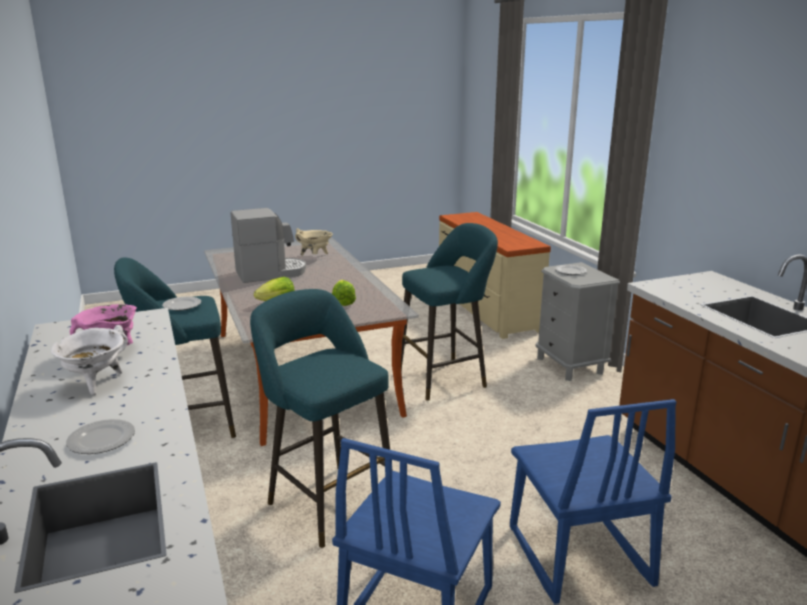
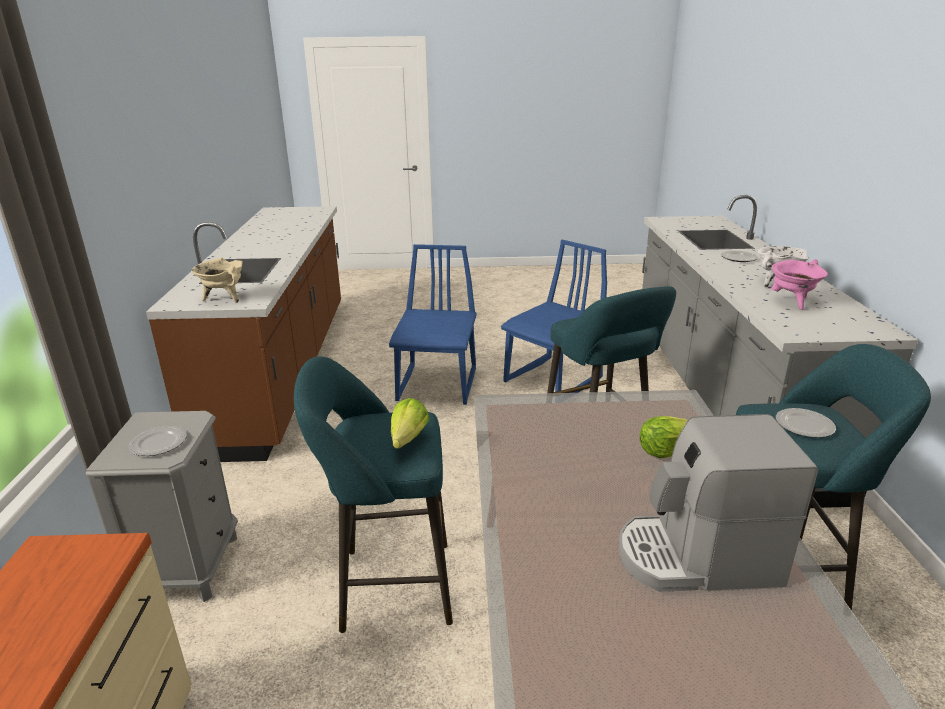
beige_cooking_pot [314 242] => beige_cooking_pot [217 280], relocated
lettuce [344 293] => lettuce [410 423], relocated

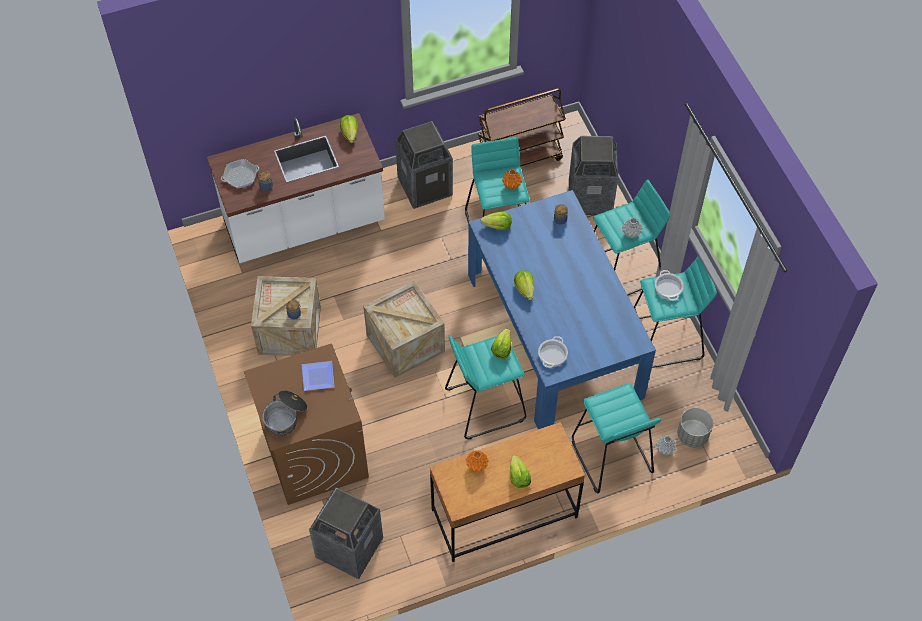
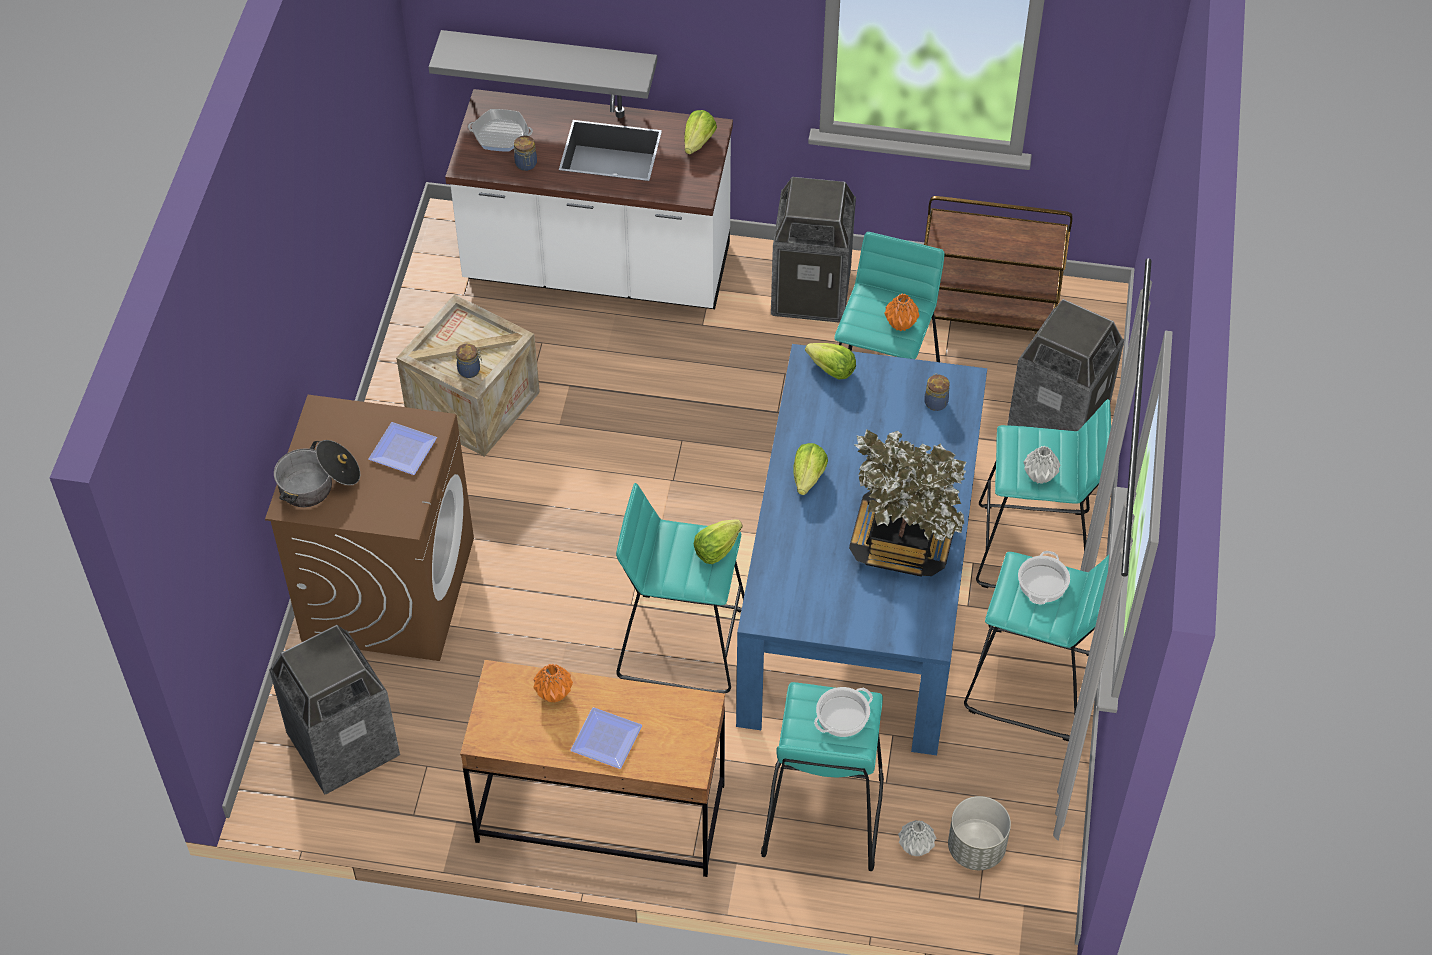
crate [404 329] => nothing
nothing => grey_shelf [543 64]
nothing => potted_plant [908 503]
cooking_pot [553 352] => cooking_pot [843 712], relocated
lettuce [520 471] => plate [606 738]

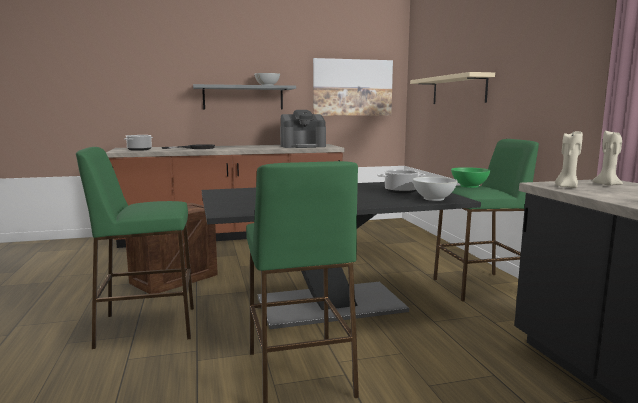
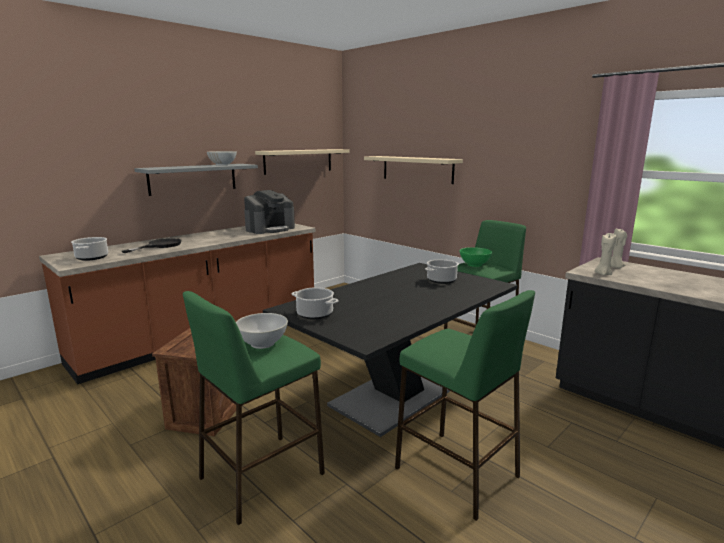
nothing => cooking_pot [315 303]
white_bowl [435 189] => white_bowl [262 331], relocated
picture [353 87] => beige_shelf [302 162]

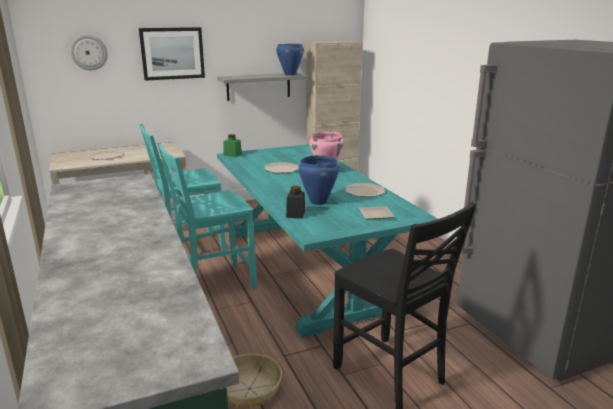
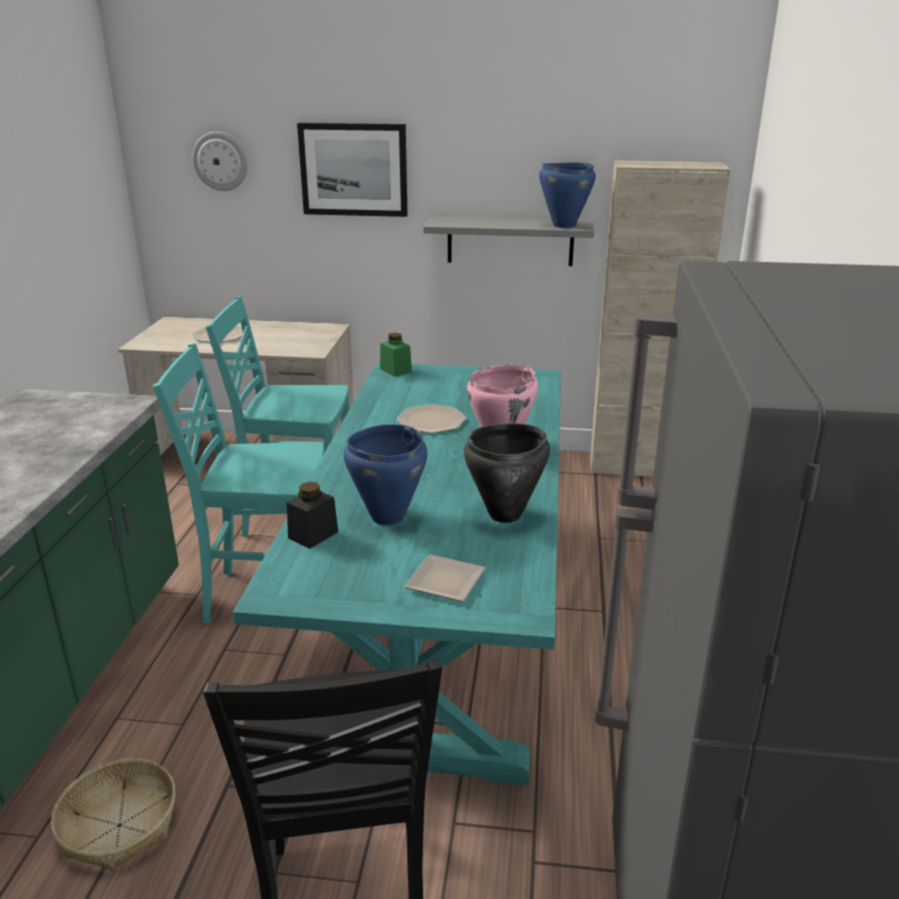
plate [365 190] => black_cooking_pot [507 473]

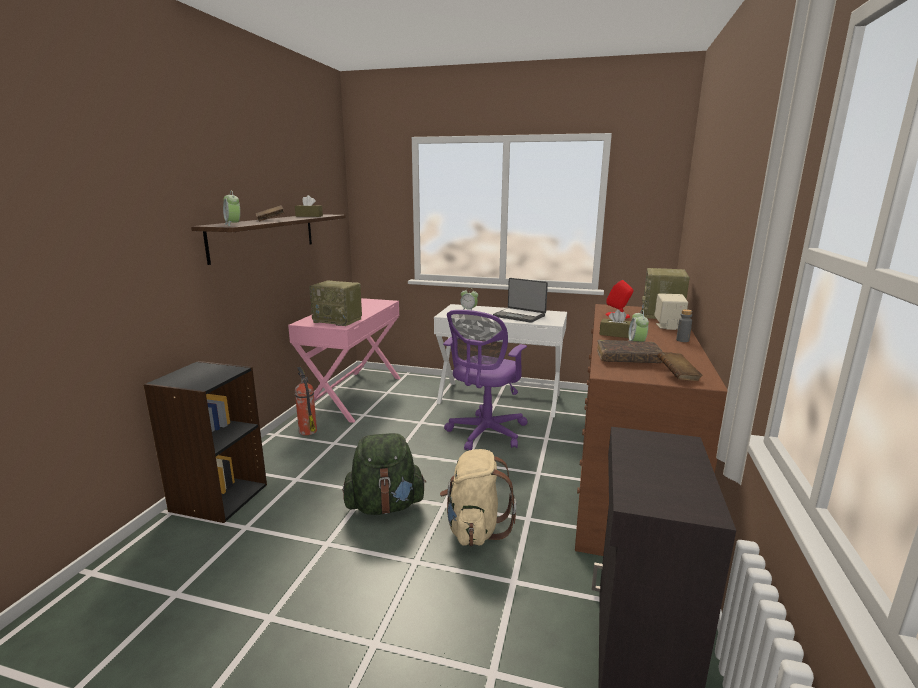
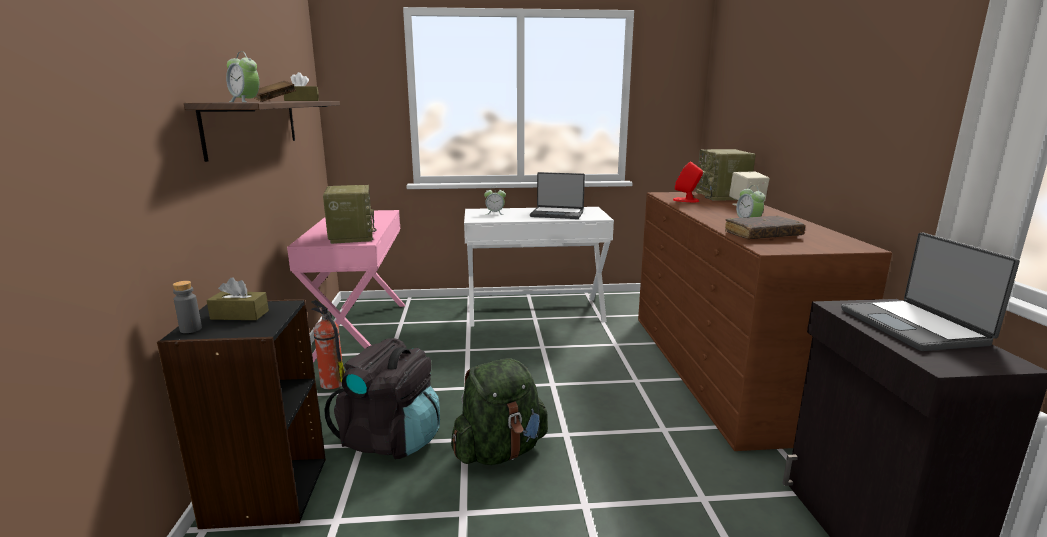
beige_backpack [478 497] => nothing
purple_office_chair [485 380] => nothing
brown_book [680 366] => nothing
nothing => black_backpack [382 398]
nothing => laptop [930 292]
brown_tissue_box [615 323] => brown_tissue_box [238 298], relocated
grey_bottle [684 325] => grey_bottle [187 307], relocated
radio [335 303] => radio [350 214], 105 degrees counterclockwise

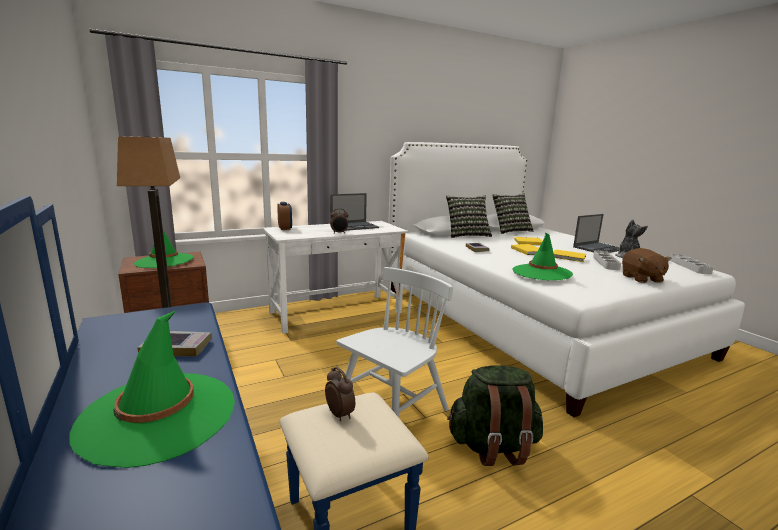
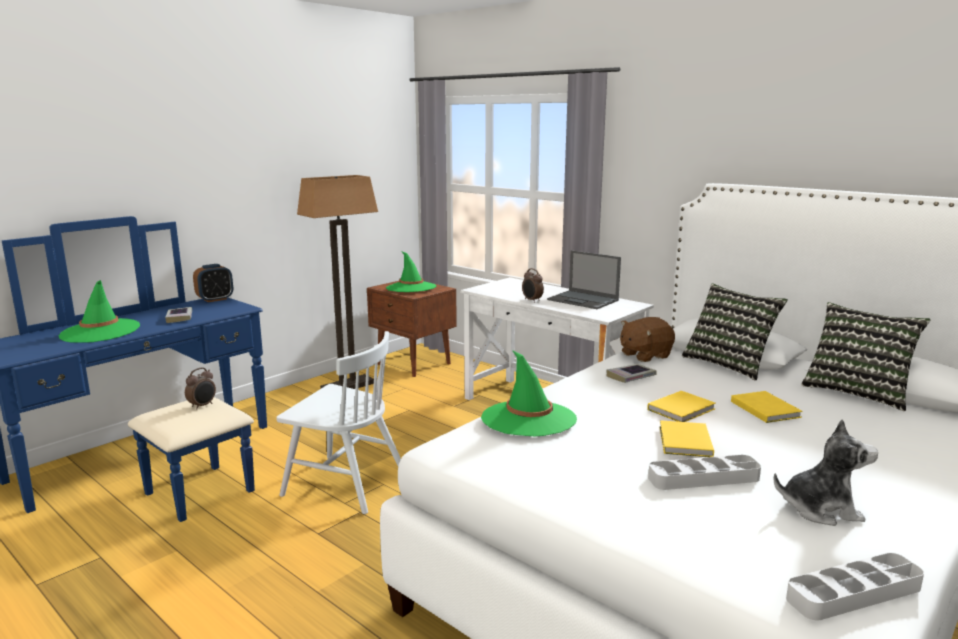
green_backpack [495 415] => nothing
laptop [596 233] => nothing
alarm_clock [284 216] => alarm_clock [213 283], relocated
brown_plush_toy [647 265] => brown_plush_toy [647 339], relocated

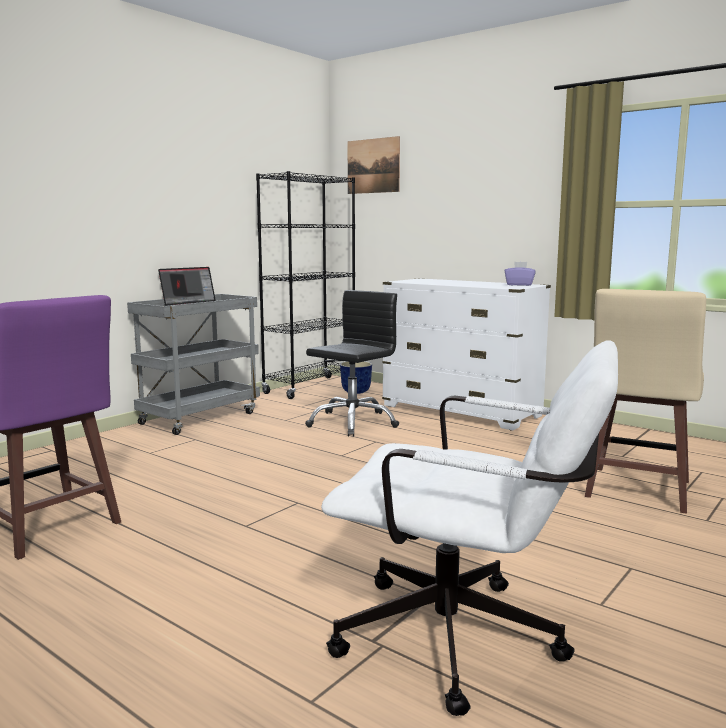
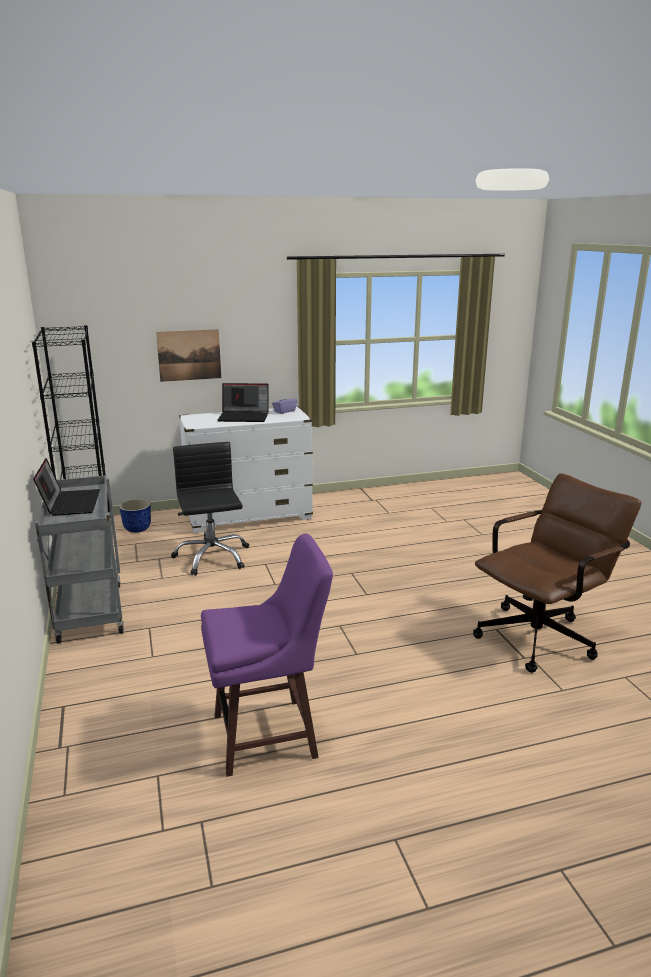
beige_stool [645 401] => nothing
nothing => laptop [243 402]
picture [374 165] => picture [188 355], relocated
white_office_chair [469 528] => brown_office_chair [557 573]

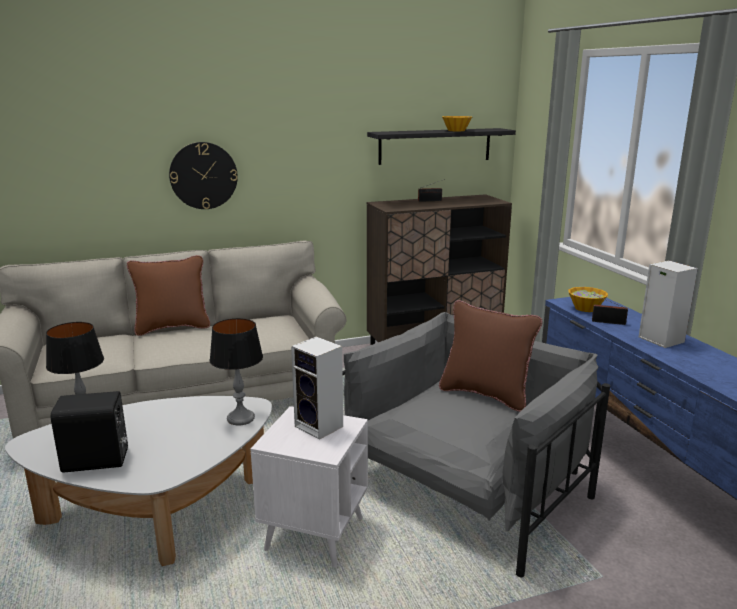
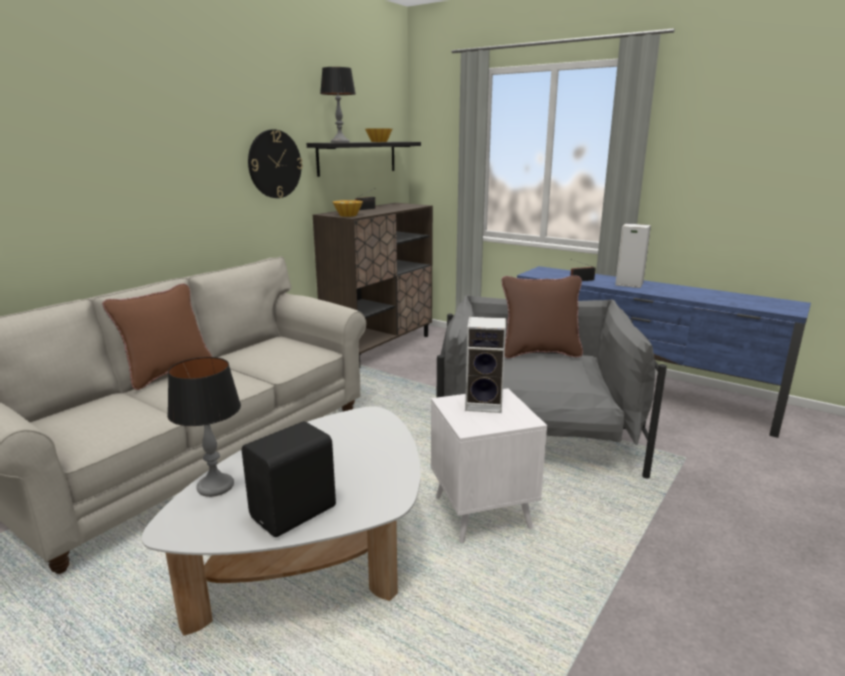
wall_clock [203 175] => wall_clock [275 163], relocated
table_lamp [236 371] => table_lamp [337 105], relocated
bowl [588 299] => bowl [348 208], relocated

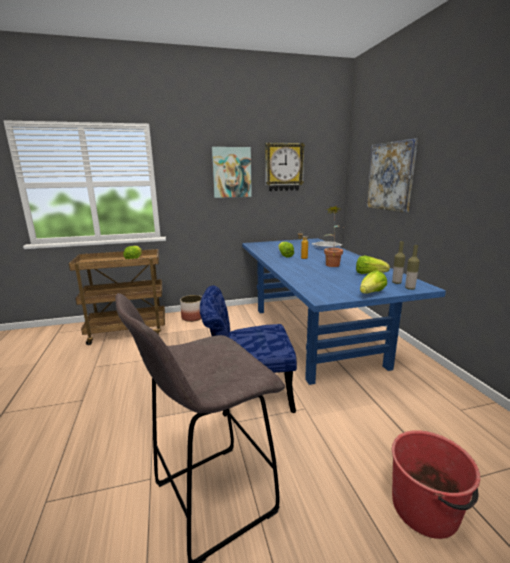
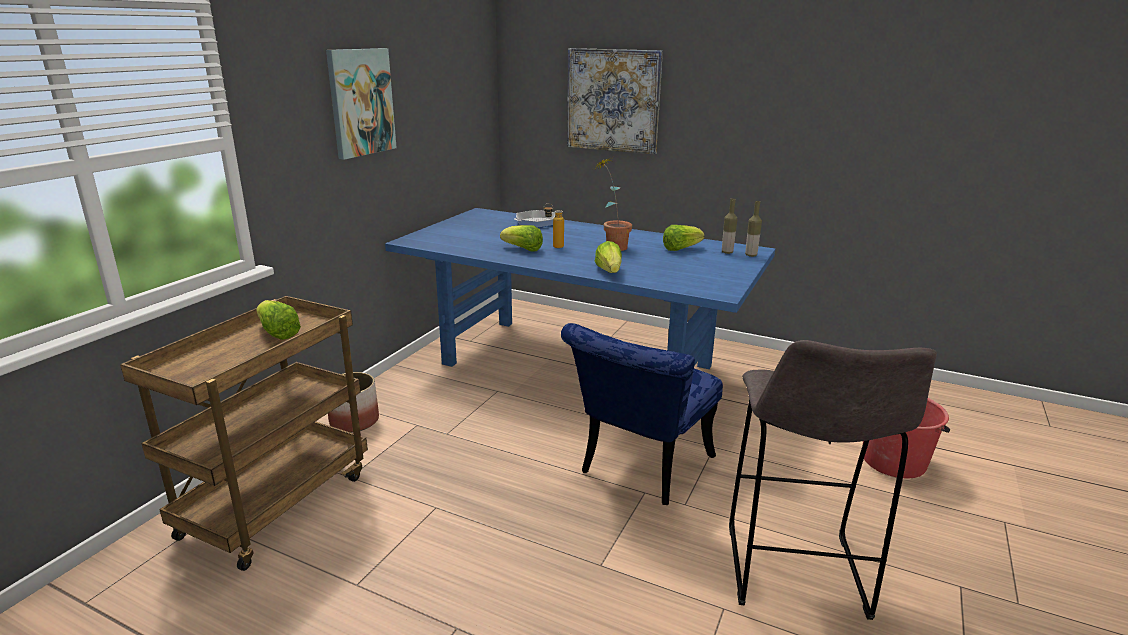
wall_clock [285 166] => nothing
lettuce [373 282] => lettuce [608 257], relocated

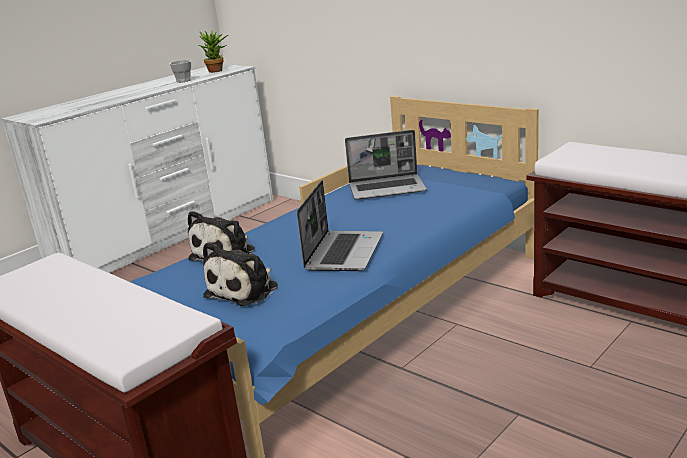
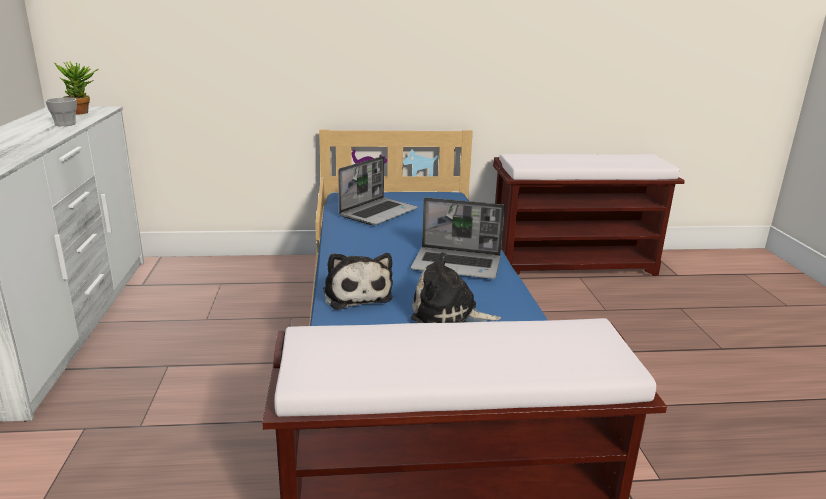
plush_toy [240 274] => plush_toy [456 287], 120 degrees clockwise
laptop [340 225] => laptop [458 238], 135 degrees clockwise

